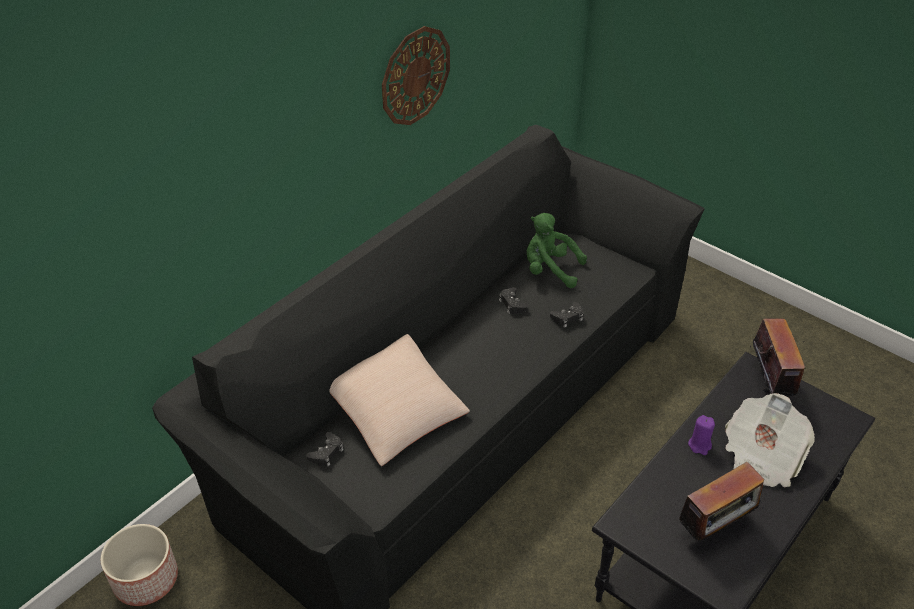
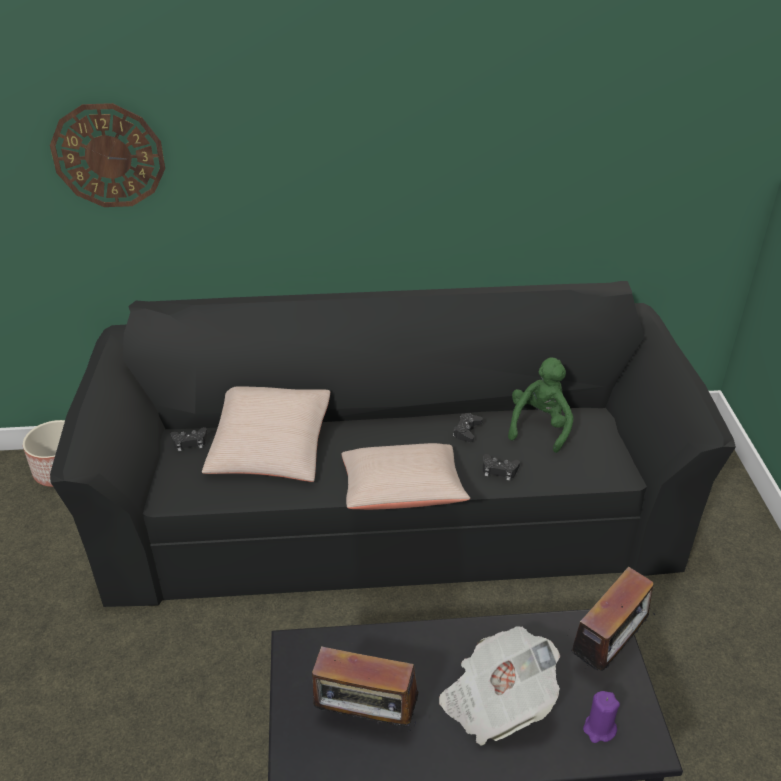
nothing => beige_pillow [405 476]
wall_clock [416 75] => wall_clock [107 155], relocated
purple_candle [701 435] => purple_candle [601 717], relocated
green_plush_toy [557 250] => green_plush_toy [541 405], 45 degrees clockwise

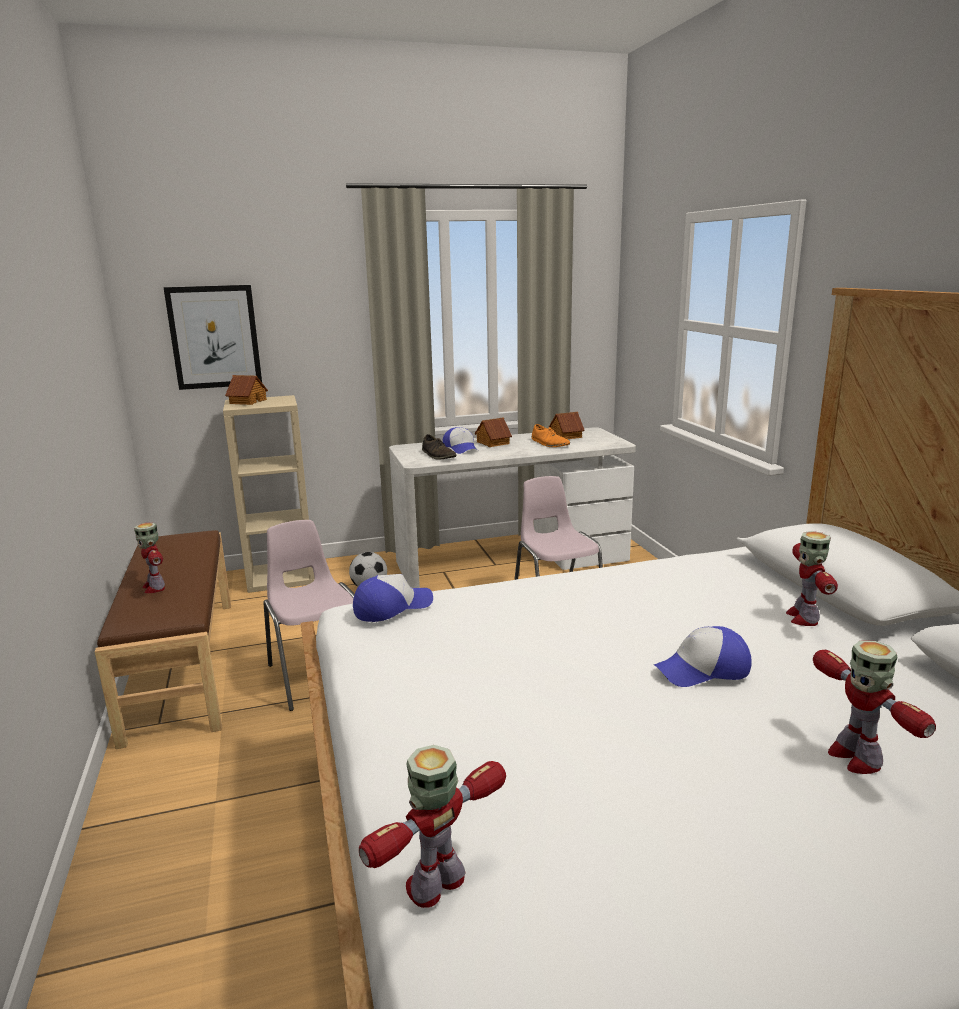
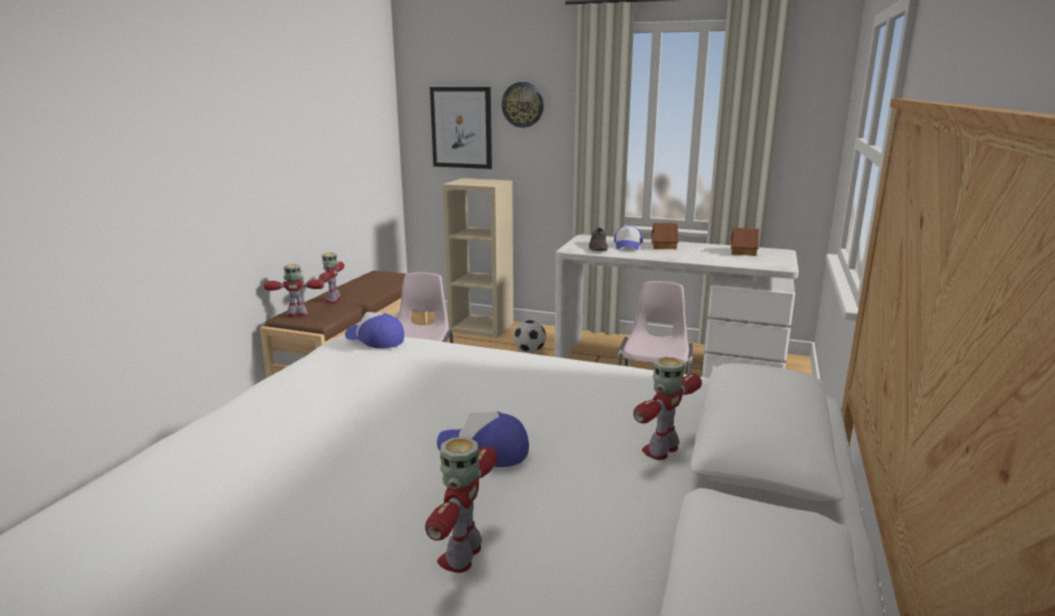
toy_house [246 390] => nothing
orange_shoe [551 435] => nothing
nothing => wall_clock [523 105]
toy_robot [432 826] => toy_robot [294 290], relocated
cap [393 598] => cap [374 330], 150 degrees counterclockwise

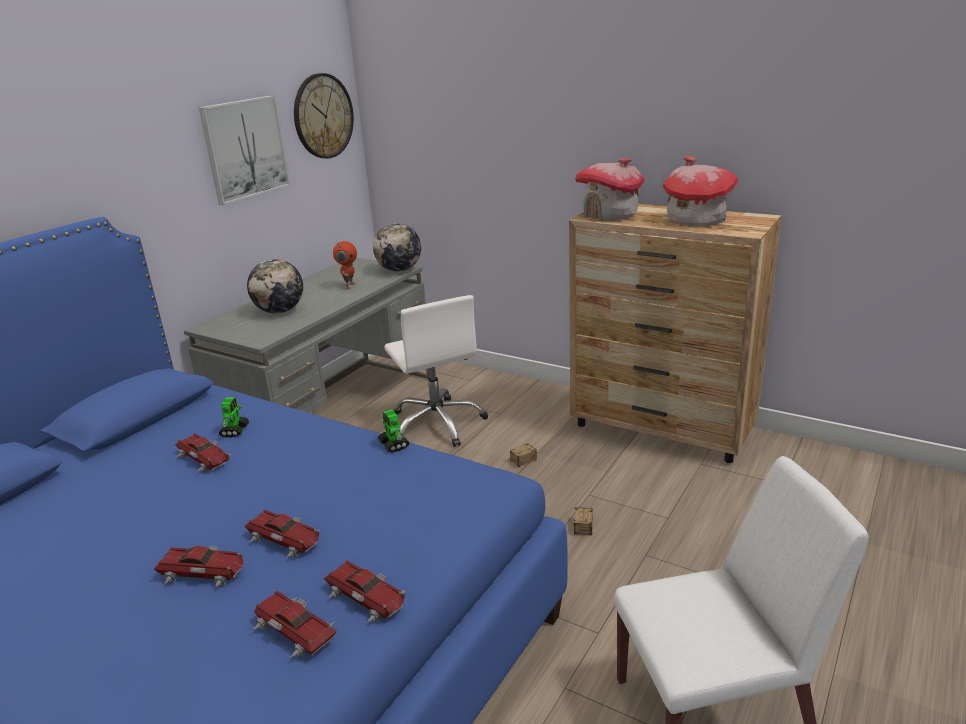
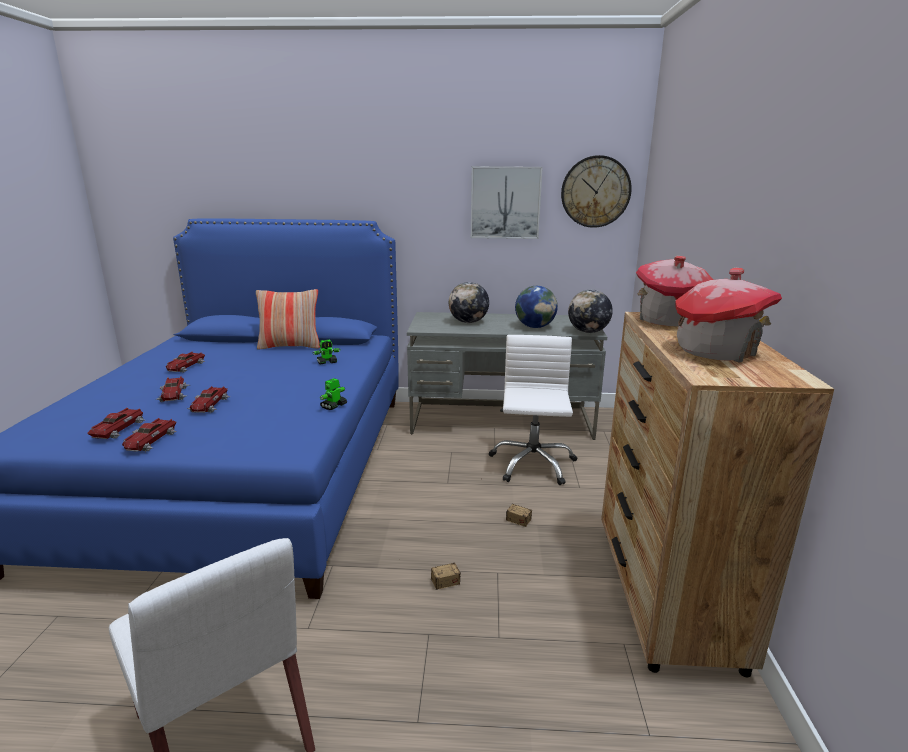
nothing => pillow [288 319]
toy_car [204 452] => toy_car [185 362], relocated
toy_robot [345 265] => globe [536 307]
white_office_chair [436 371] => white_office_chair [532 410], 150 degrees clockwise

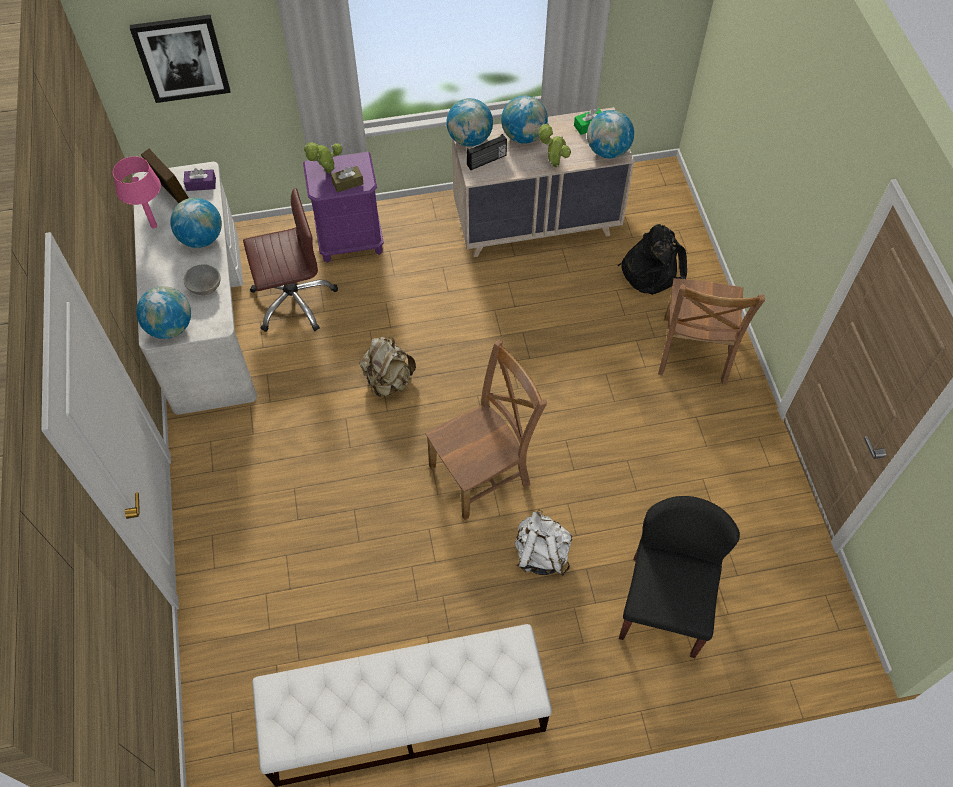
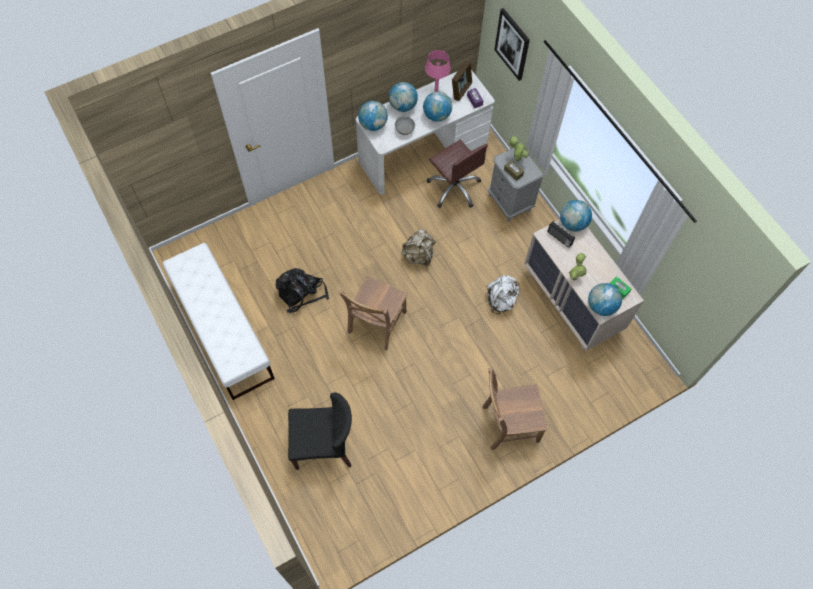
globe [524 119] => globe [403 97], relocated
white_backpack [543 543] => white_backpack [503 294], relocated
black_backpack [652 259] => black_backpack [302 290], relocated
purple_nightstand [343 207] => grey_nightstand [516 185]
brown_chair [486 429] => brown_chair [372 313], 75 degrees clockwise

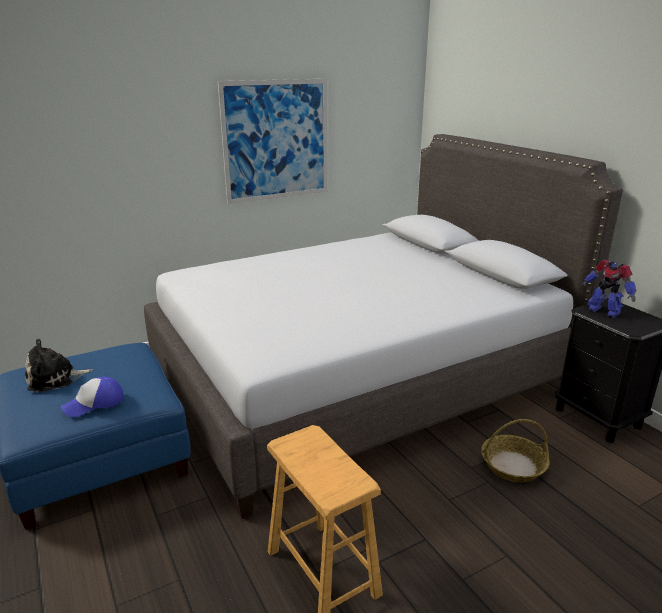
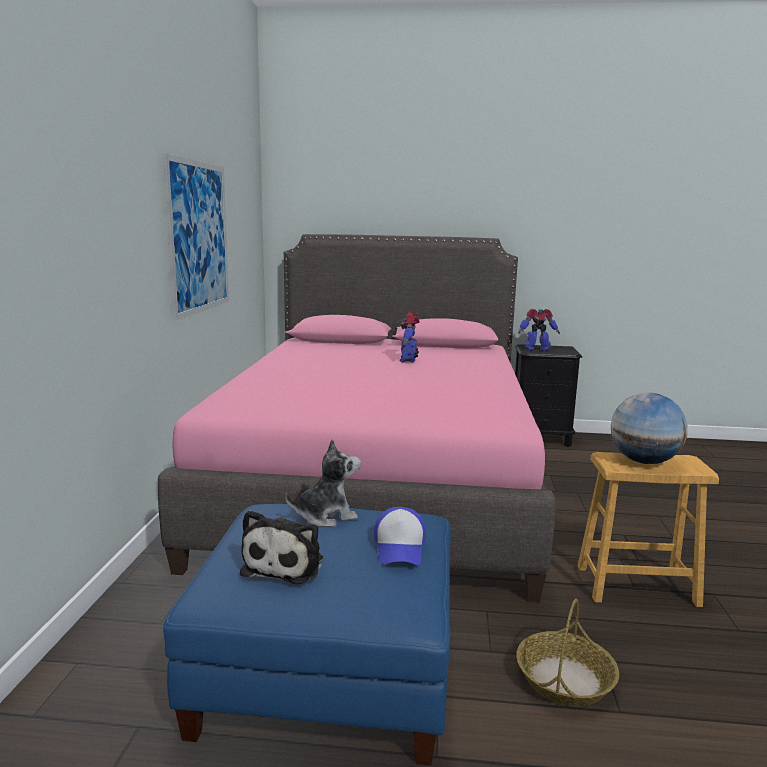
nothing => plush_toy [323 483]
nothing => toy_robot [409 337]
nothing => globe [649 428]
basket [515 450] => basket [567 652], relocated
grey_bed [383 326] => pink_bed [357 418]

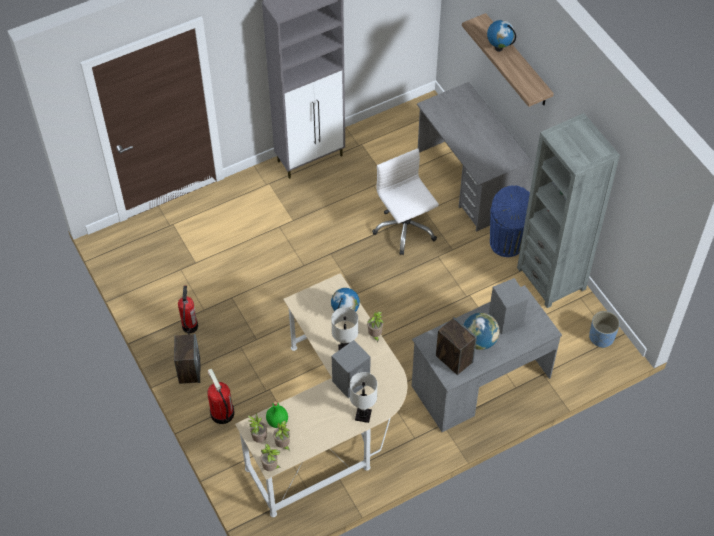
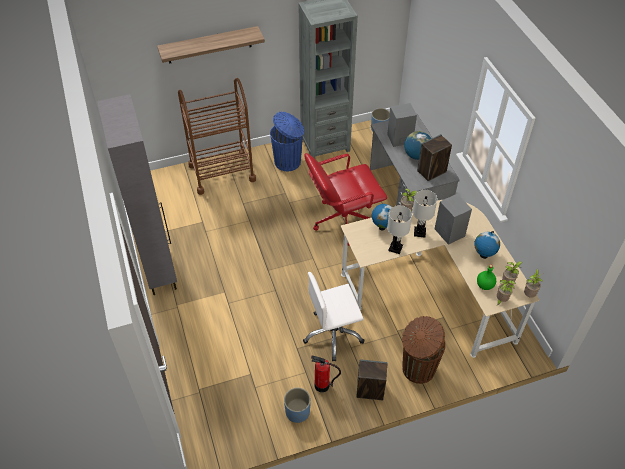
nothing => blue_planter [297 405]
nothing => red_office_chair [345 199]
white_table_lamp [363 397] => white_table_lamp [399 229], relocated
white_office_chair [405 202] => white_office_chair [334 316], relocated
globe [501 36] => globe [487 245], relocated
fire_extinguisher [220 396] => brown_trash_can [424 350]
grey_desk [474 157] => brown_cart [217 136]

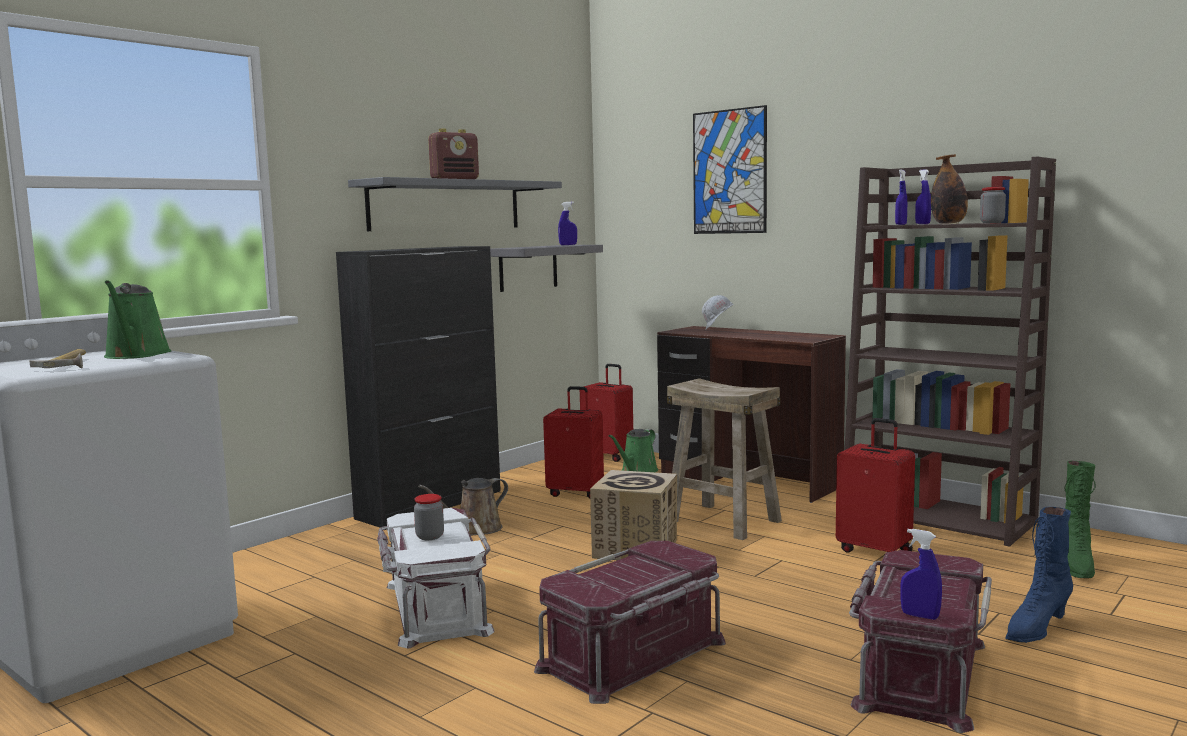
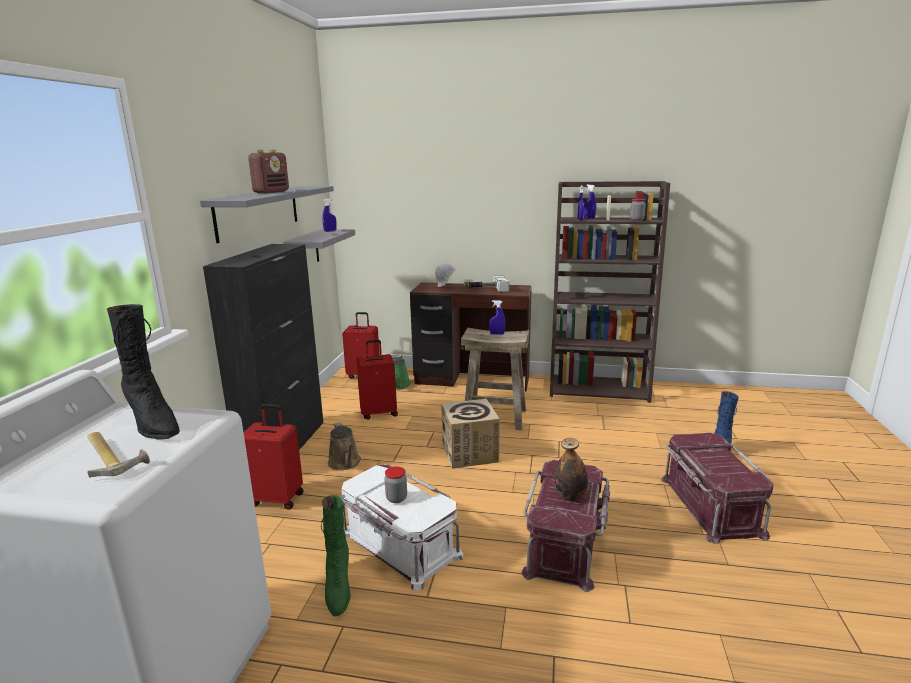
picture [730 169] => nothing
nothing => hammer [486 284]
red_suitcase [875 485] => red_suitcase [274 457], relocated
blue_spray_bottle [921 574] => blue_spray_bottle [497 317], relocated
bottle [949 189] => bottle [571 469], relocated
green_boot [1080 519] => green_boot [336 555], relocated
green_watering_can [137 319] => black_boot [143 372]
brown_watering_can [463 507] => brown_watering_can [344 446], 45 degrees counterclockwise

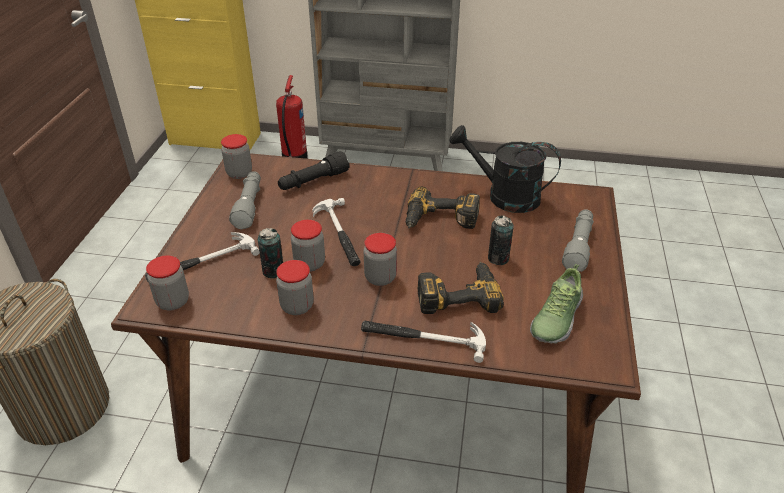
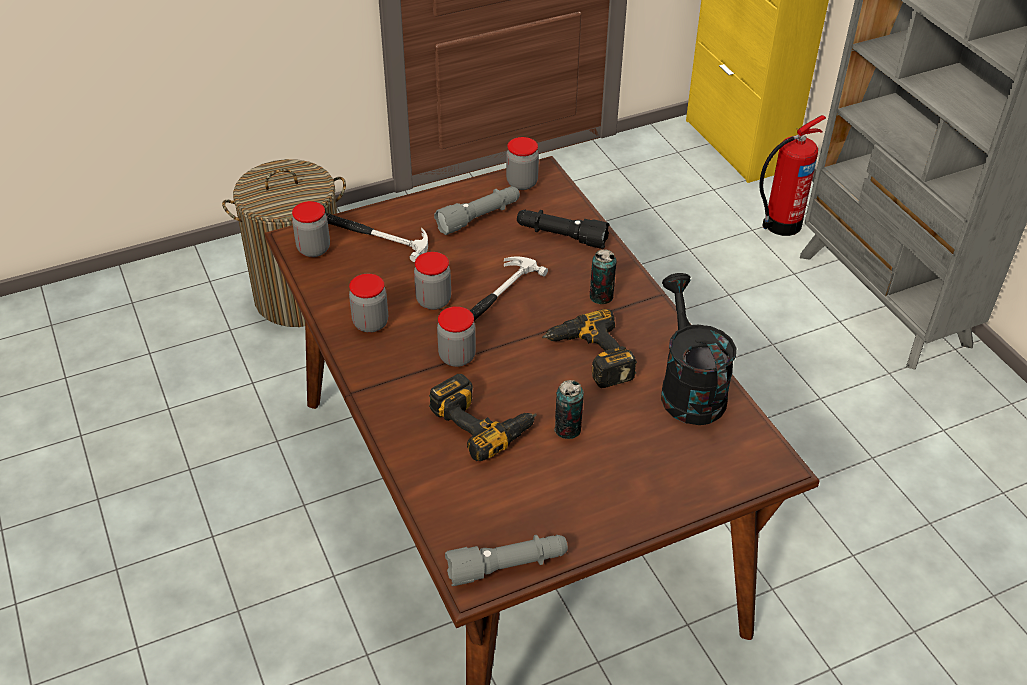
hammer [423 342] => nothing
shoe [556 304] => nothing
can [270 253] => can [603 276], relocated
grey_flashlight [578 240] => grey_flashlight [506 560], relocated

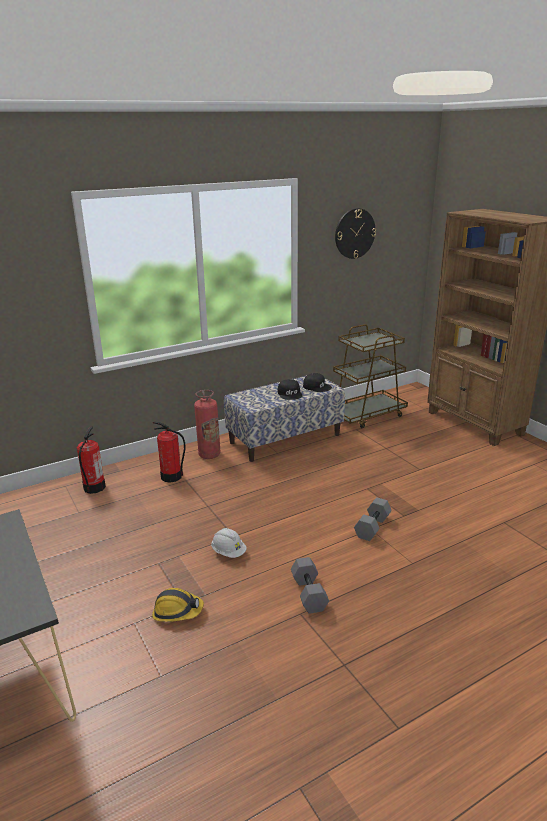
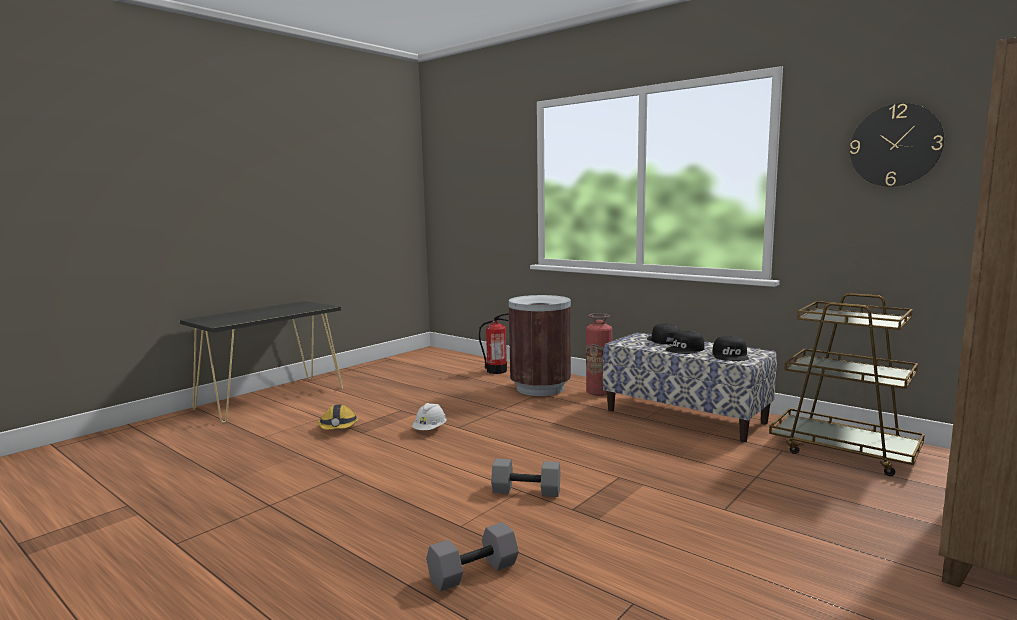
nothing => black_cap [663 334]
grey_dumbbell [310 585] => grey_dumbbell [472 557], relocated
fire_extinguisher [169 452] => brown_trash_can [540 345]

